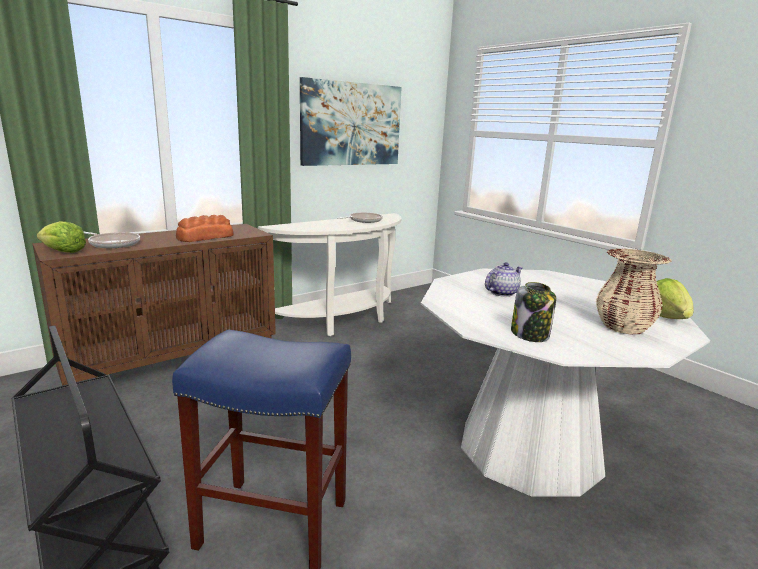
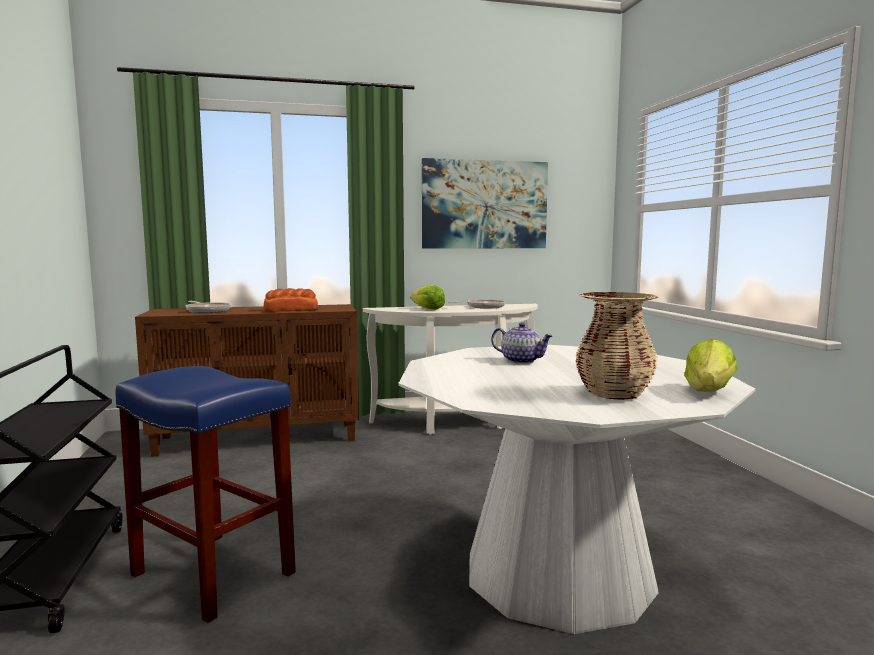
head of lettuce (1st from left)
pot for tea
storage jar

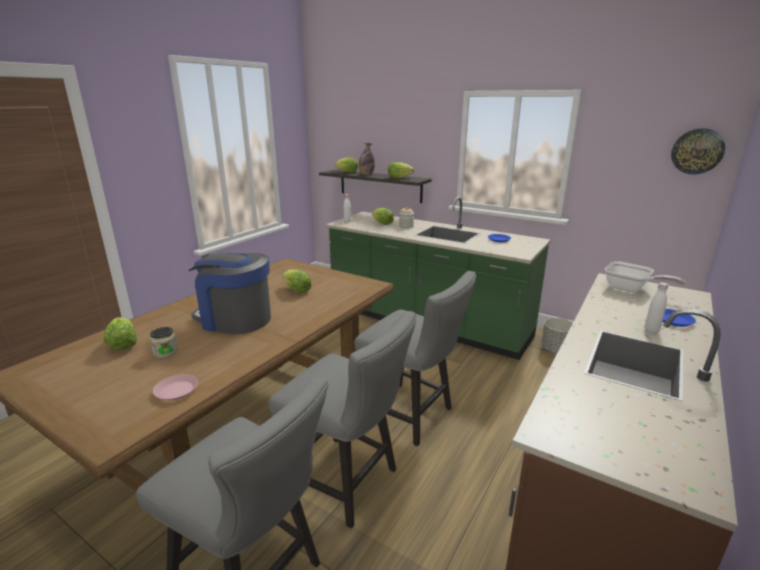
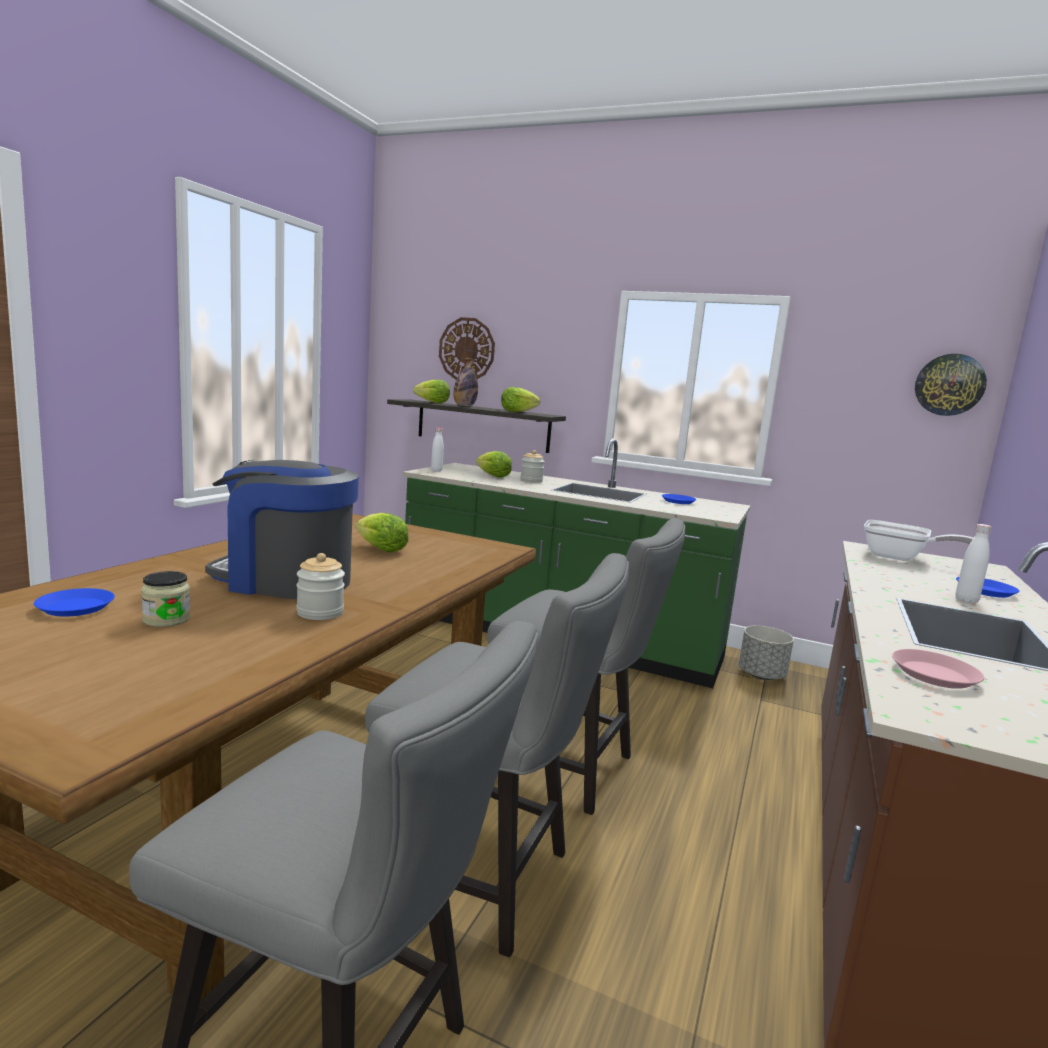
plate (blue) (1st from left)
plate (pinkish)
storage jar (2nd from left)
wall clock (1st from left)

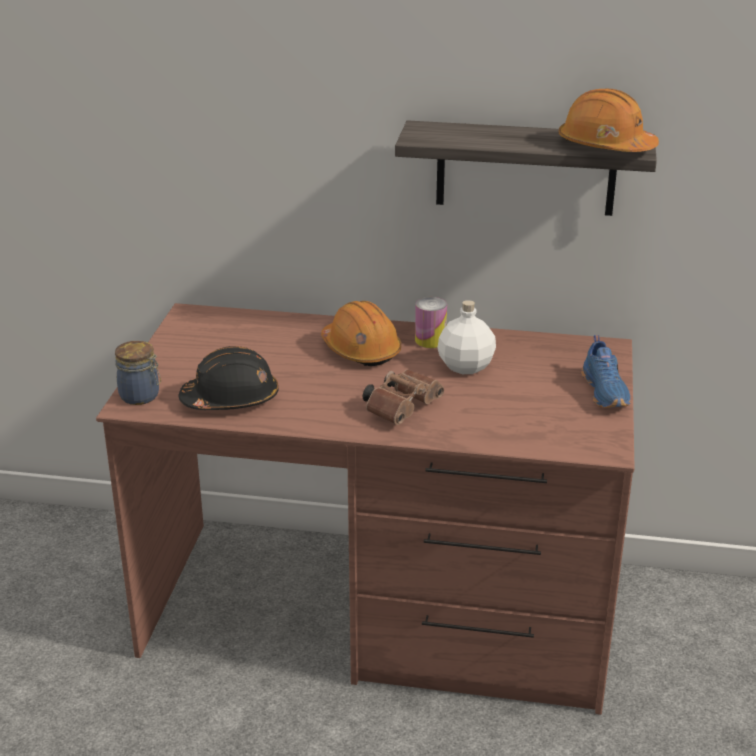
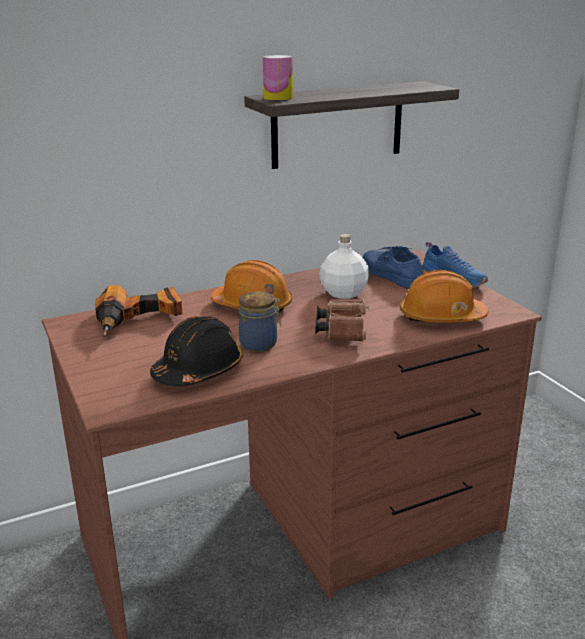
storage jar
can
safety helmet (orange-coloured) (2nd from left)
drill
shoe (blue) (1st from left)

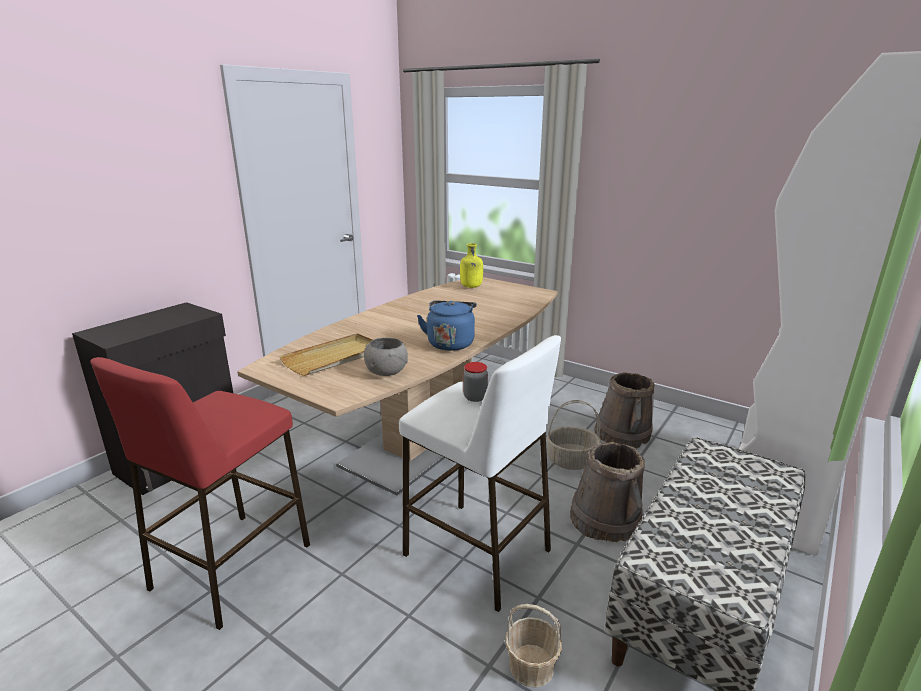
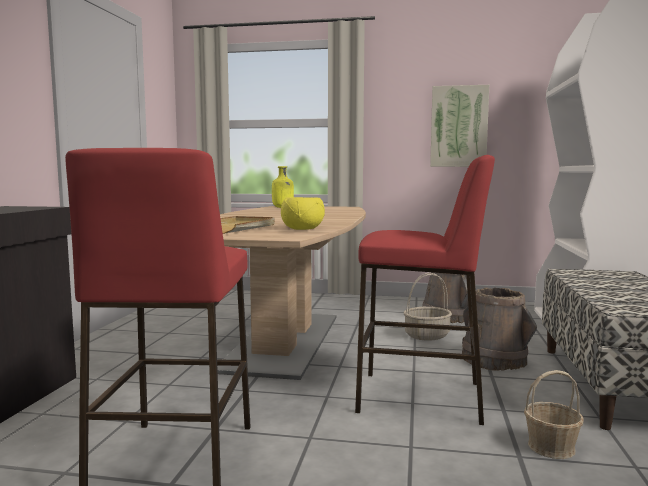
deep dish (yellow)
sitting stool (red) (2nd from left)
kettle (blue)
storage jar
wall art

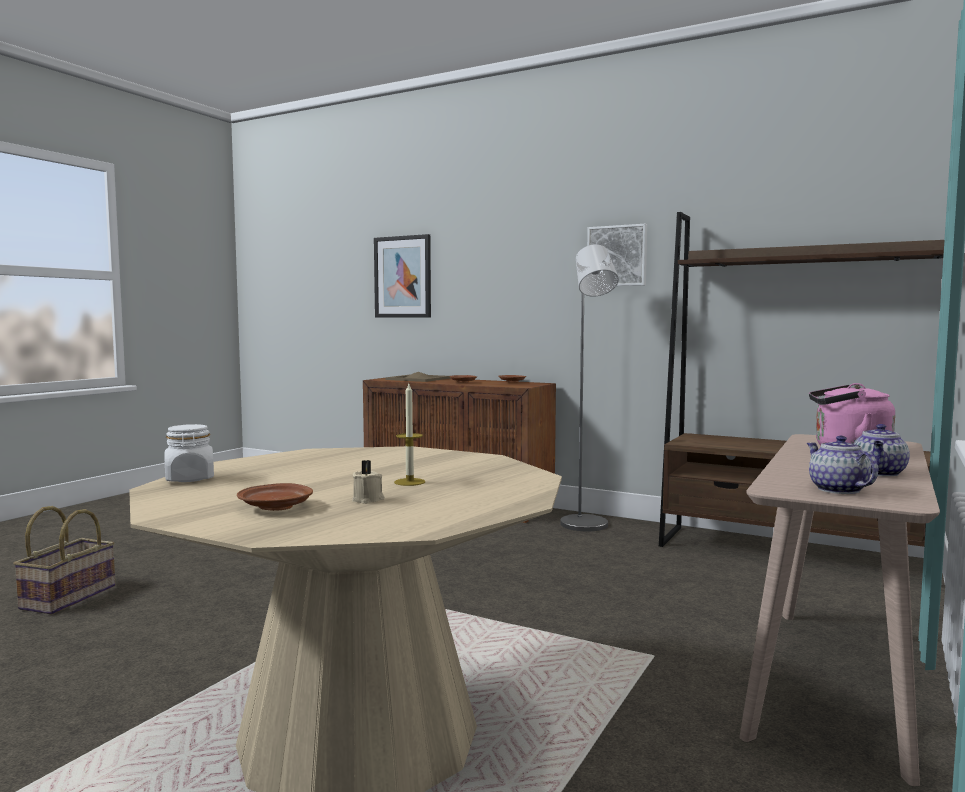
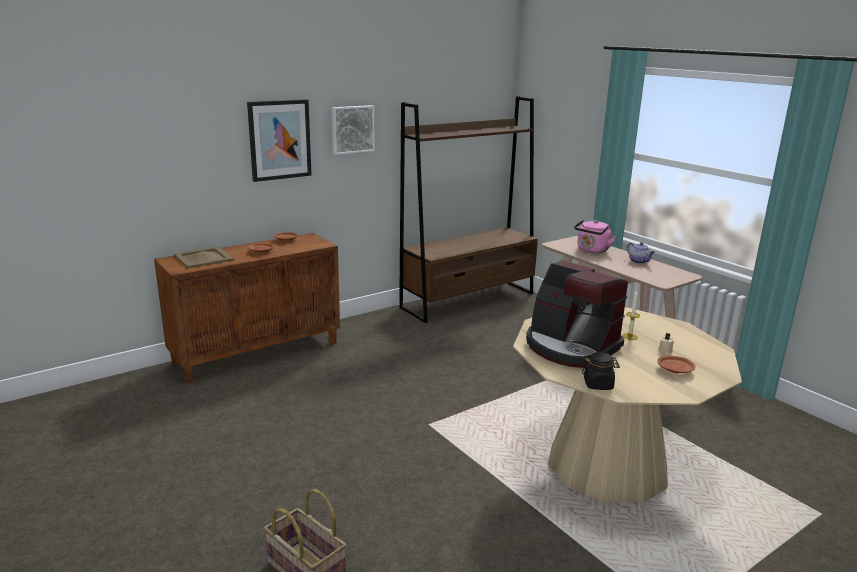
storage jar (black-coloured)
wall art (1st from left)
standing lamp (grey)
pot for tea (1st from left in the first image)
coffee machine

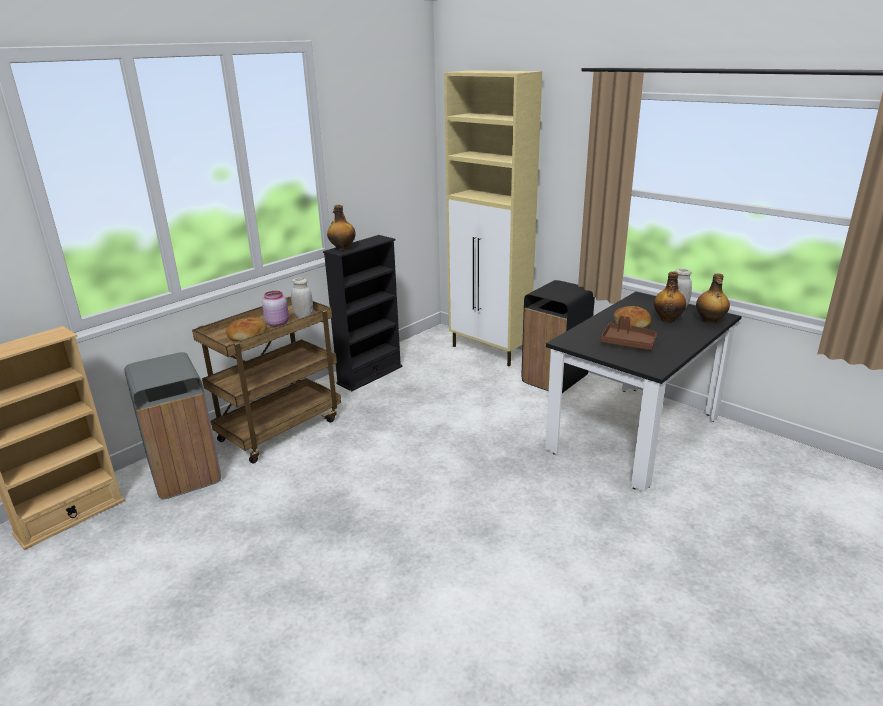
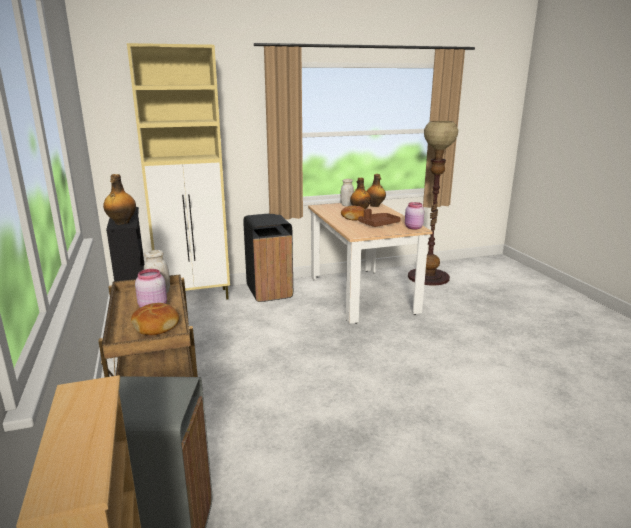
dining table (beige)
storage jar (pinkish) (2nd from left)
standing lamp

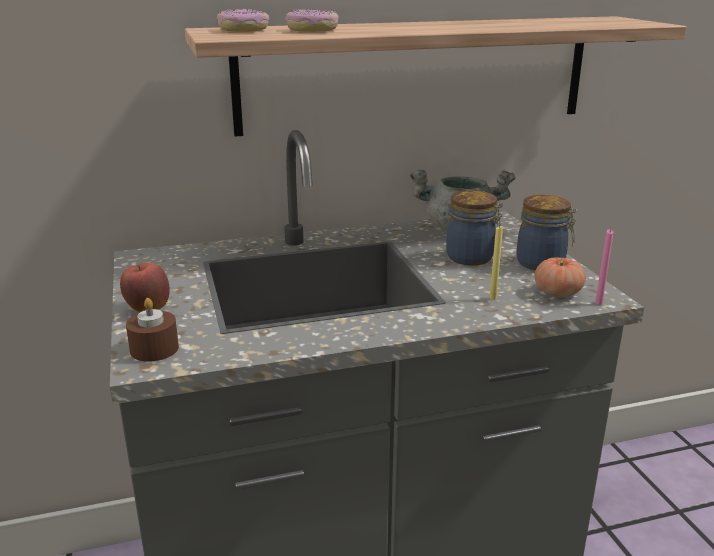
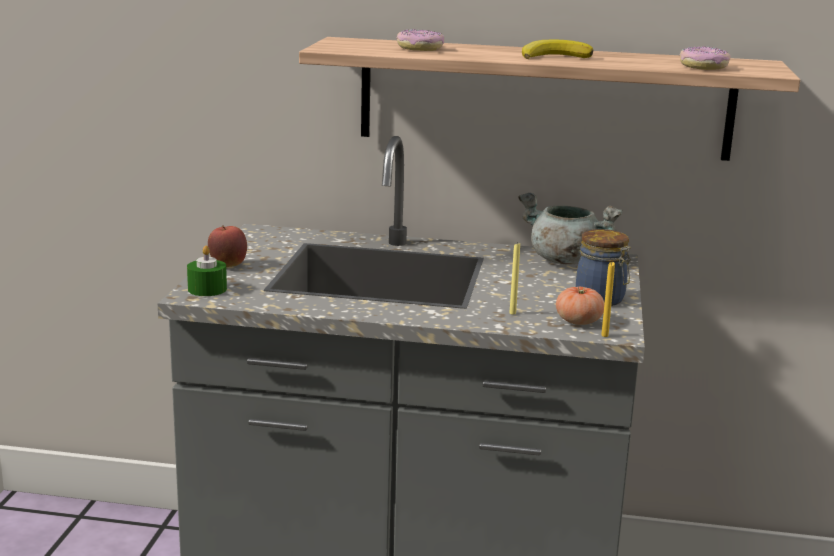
wax candle (greenish)
ring doughnut (2nd from left)
storage jar (1st from left in the first image)
wax candle (yellow) (2nd from left)
whole banana

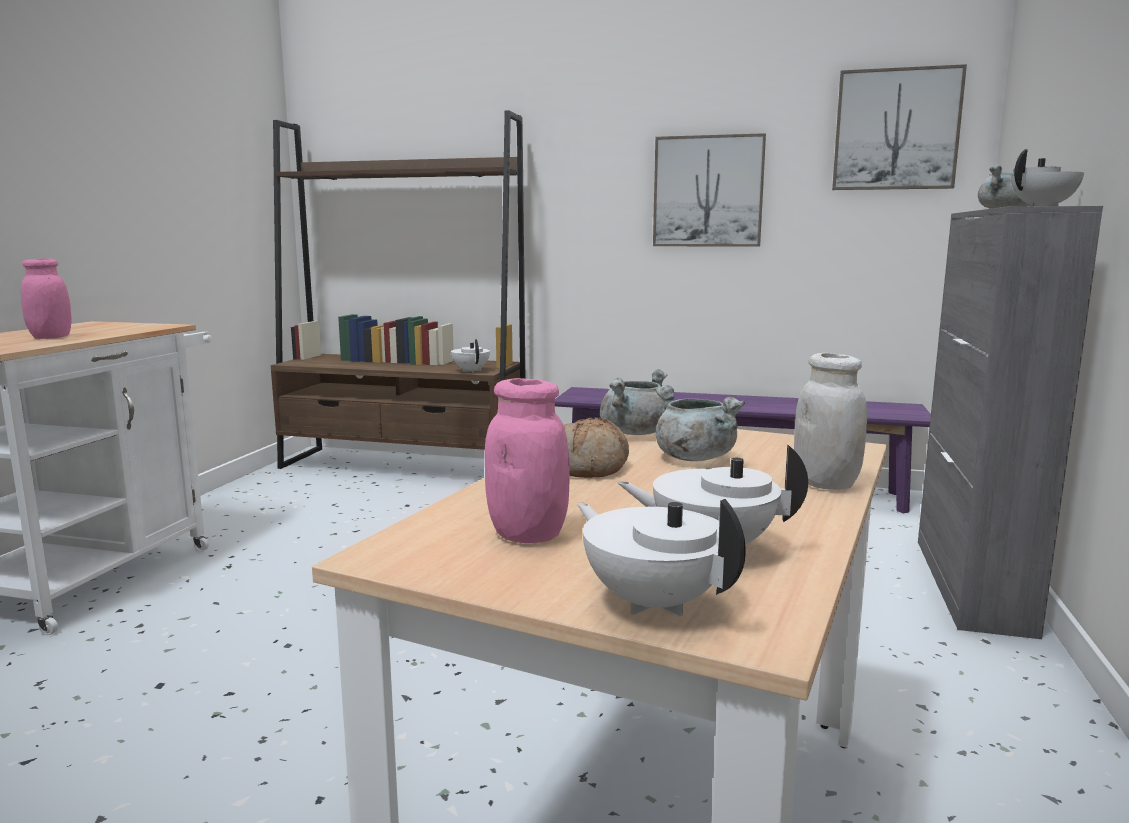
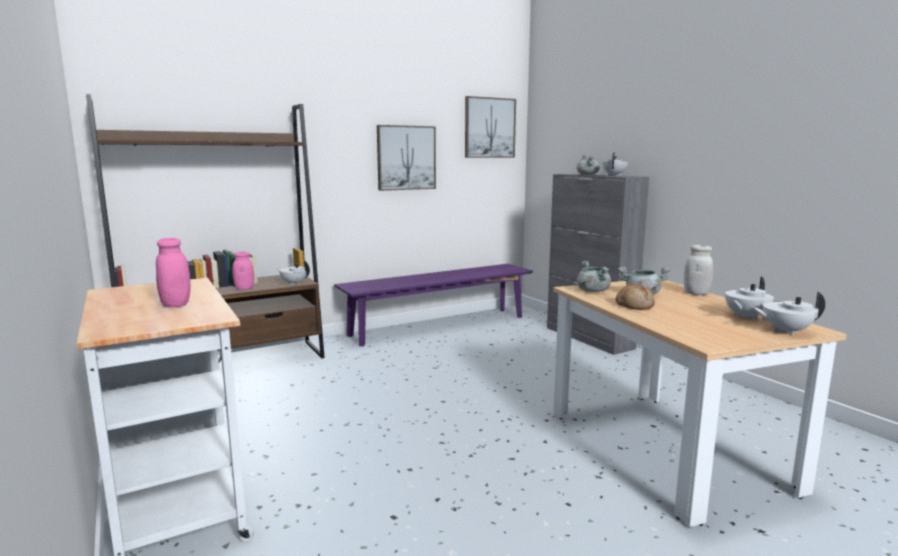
storage jar (pinkish) (2nd from left)

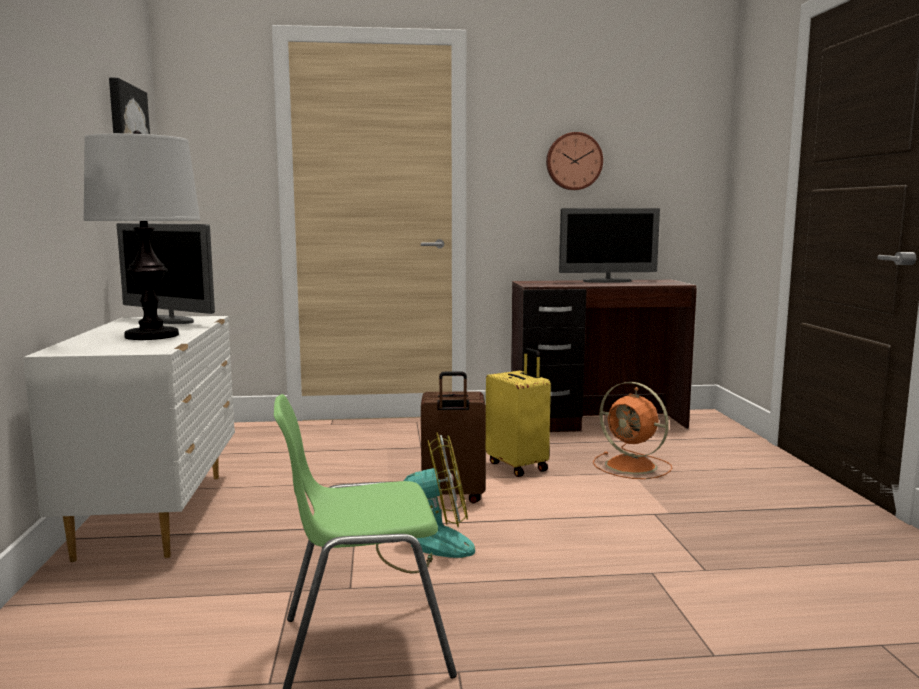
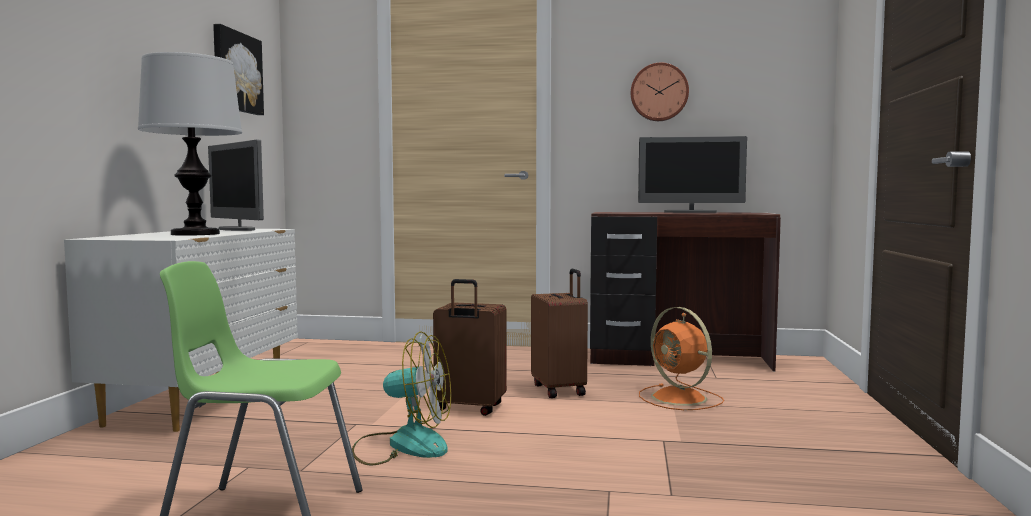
piece of luggage (brown) (2nd from left)

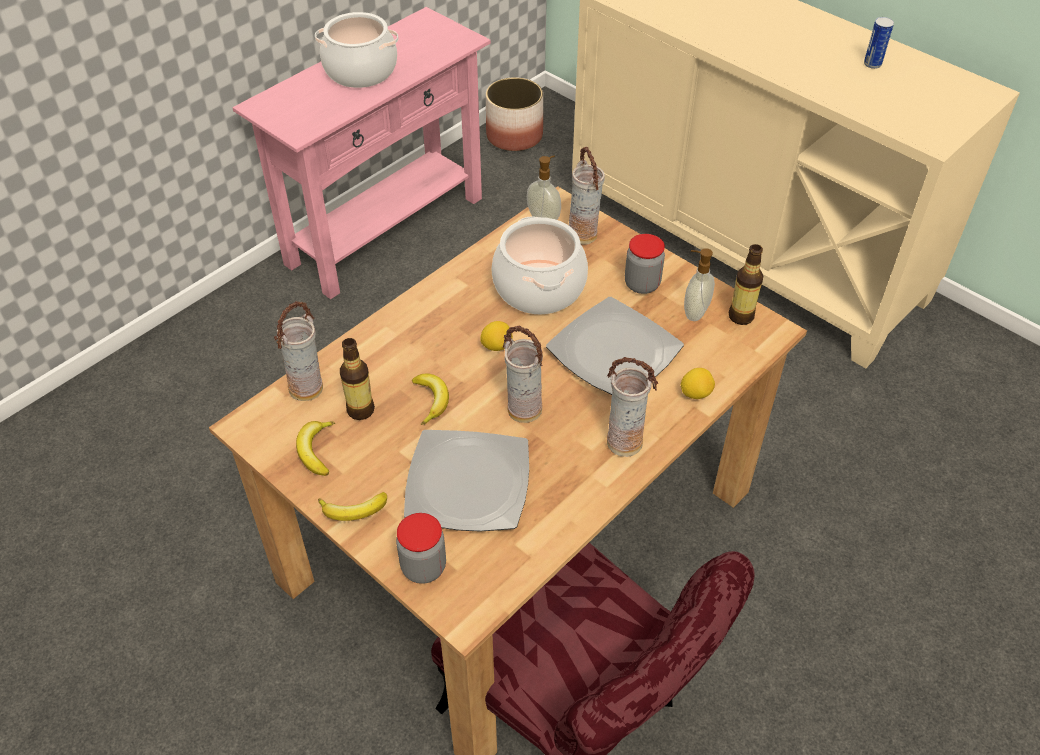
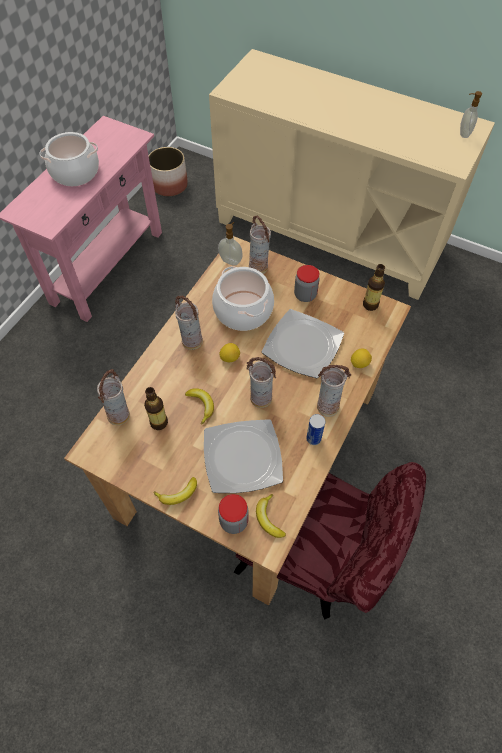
whole banana (3rd from left)
soap bottle (2nd from left)
can
vase (2nd from left)

